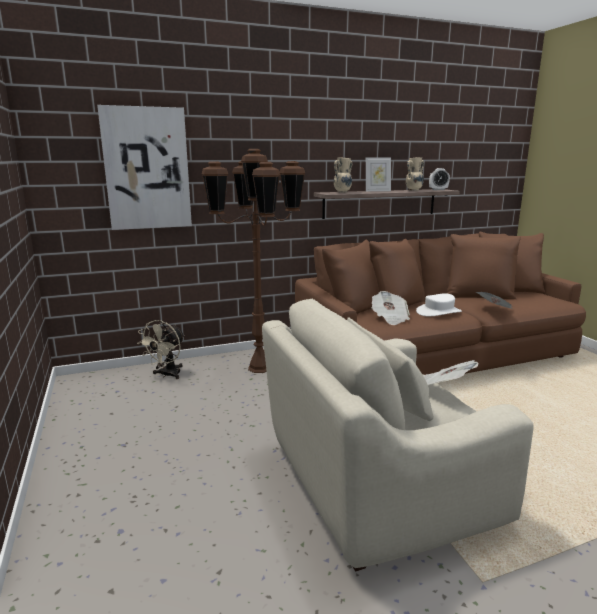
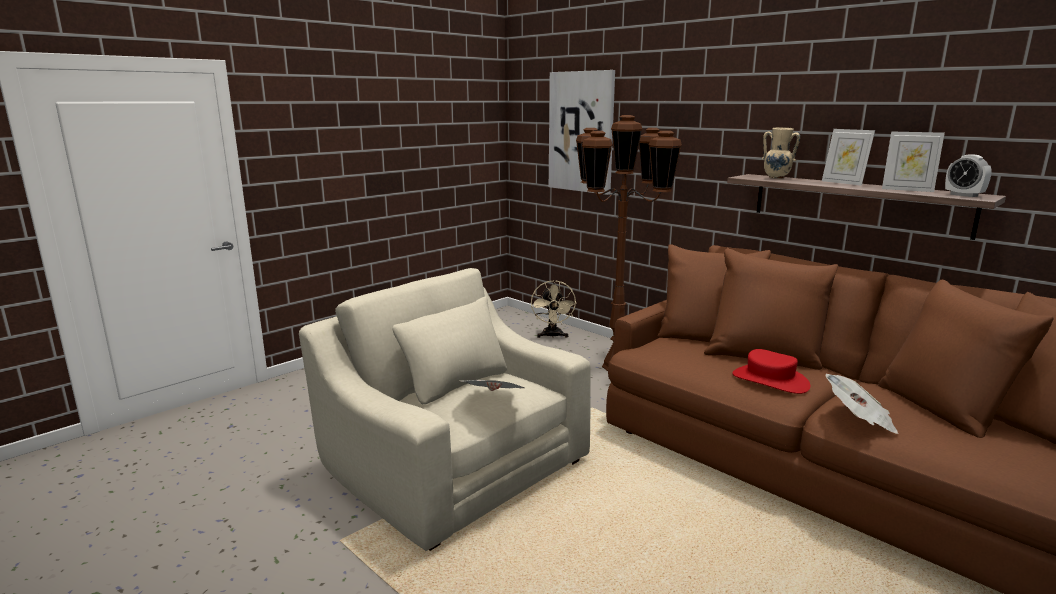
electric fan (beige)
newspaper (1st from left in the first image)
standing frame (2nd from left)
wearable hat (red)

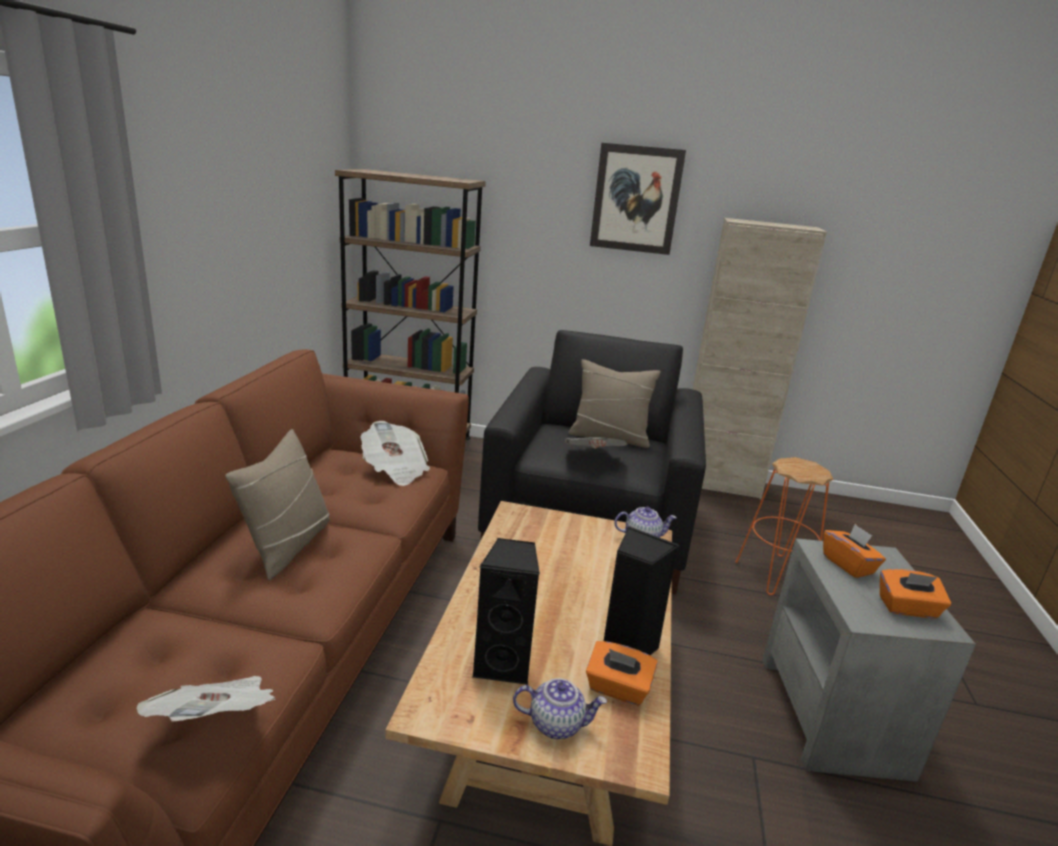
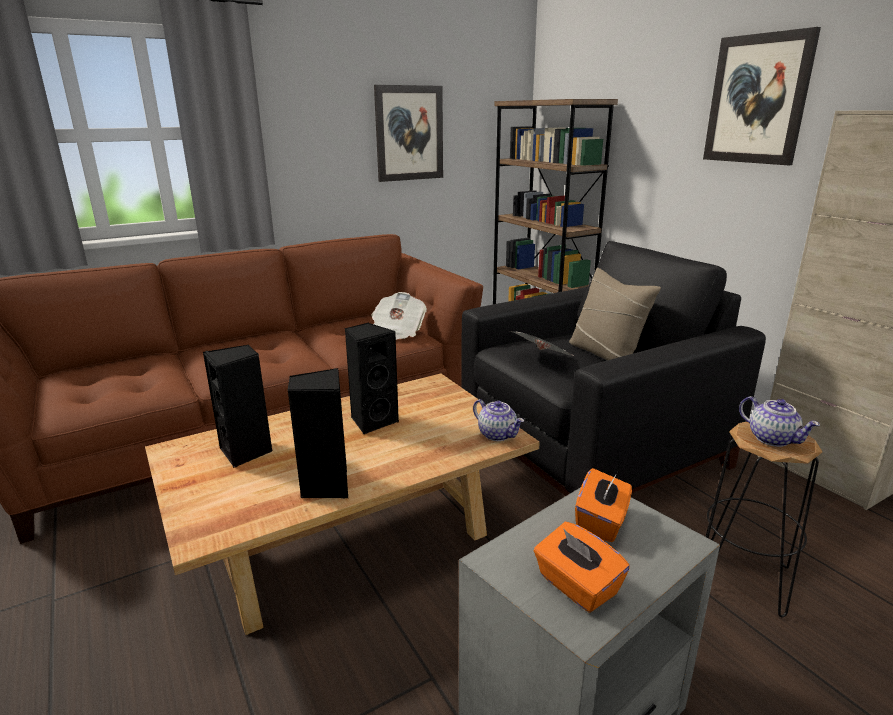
newspaper (1st from left in the first image)
pillow (beige) (1st from left in the first image)
pot for tea (2nd from left)
tissue box (orange-coloured) (1st from left in the first image)
sitting stool (black-coloured)
speaker (black-coloured) (3rd from left)
wall art (1st from left)

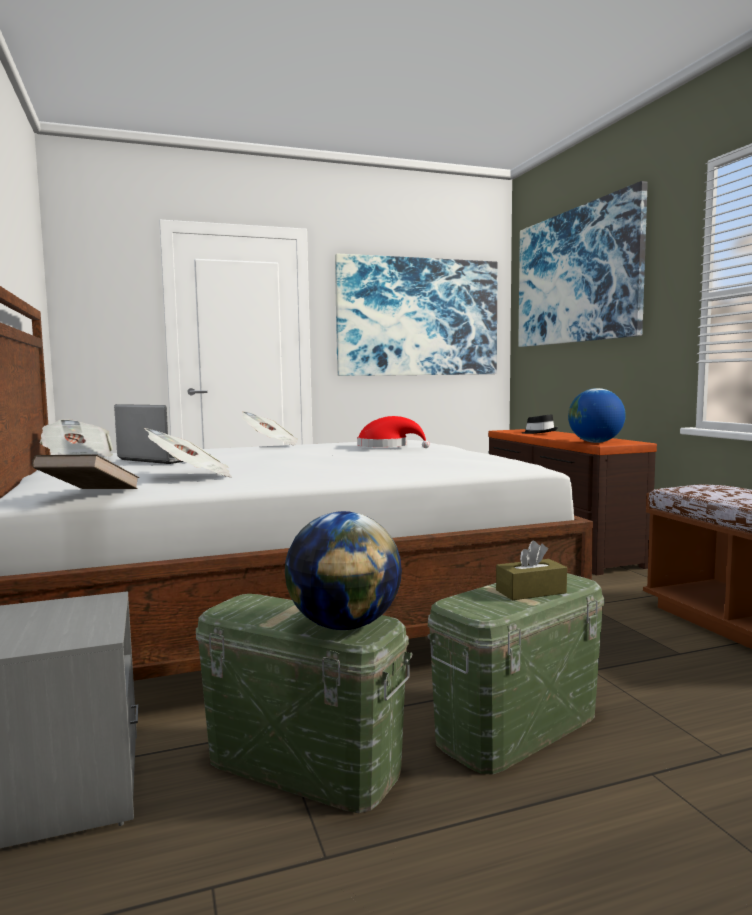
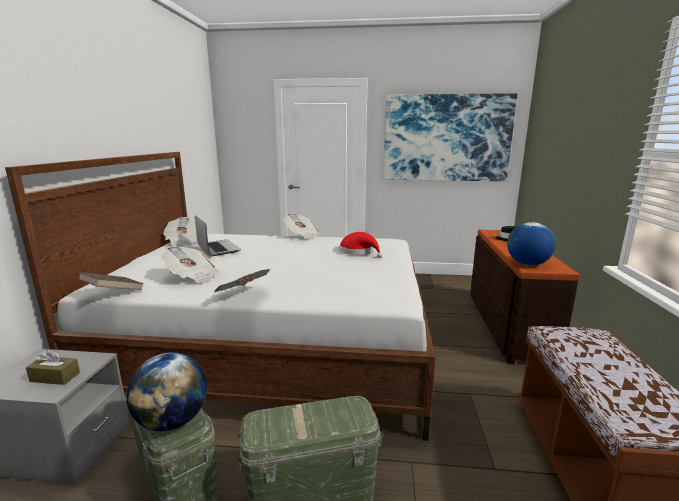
tissue box (brown)
wall art (2nd from left in the first image)
newspaper (3rd from left)

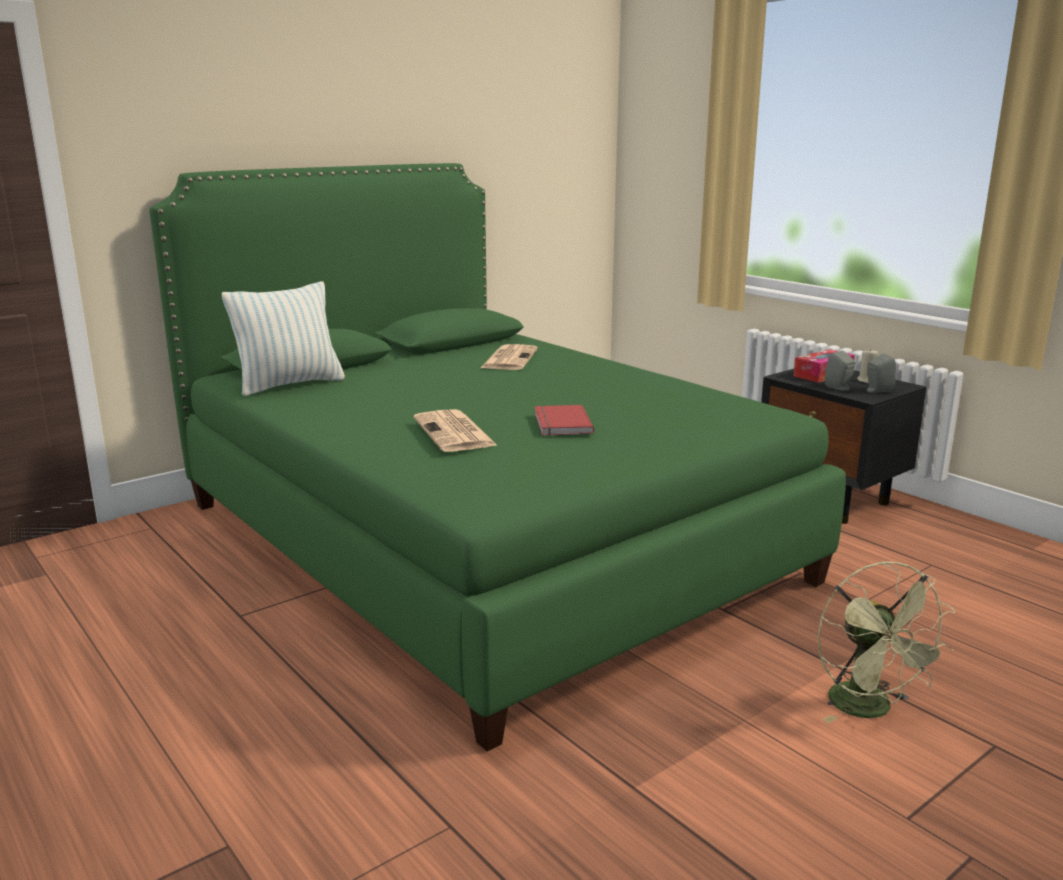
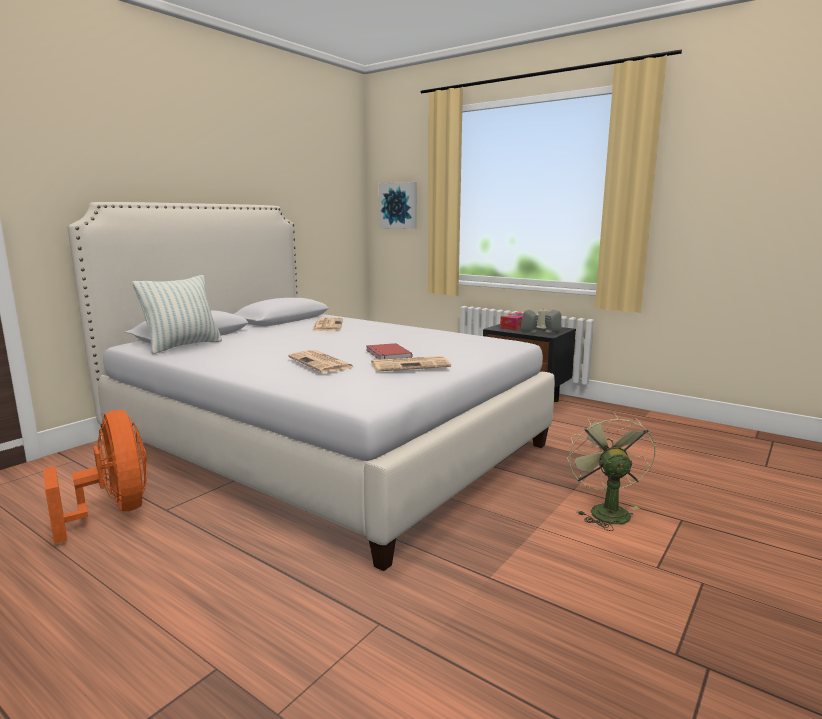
bedroom bed (white)
electric fan (greenish)
electric fan (orange-coloured)
newspaper (3rd from left)
wall art

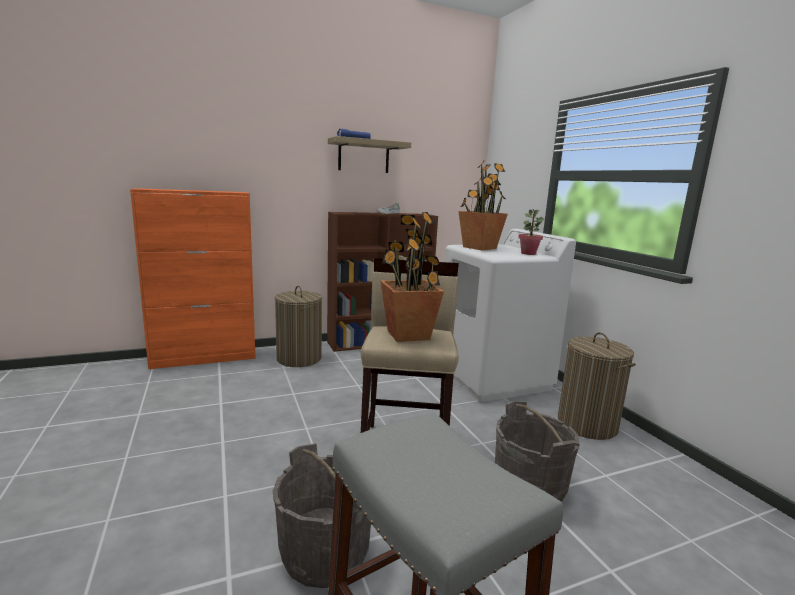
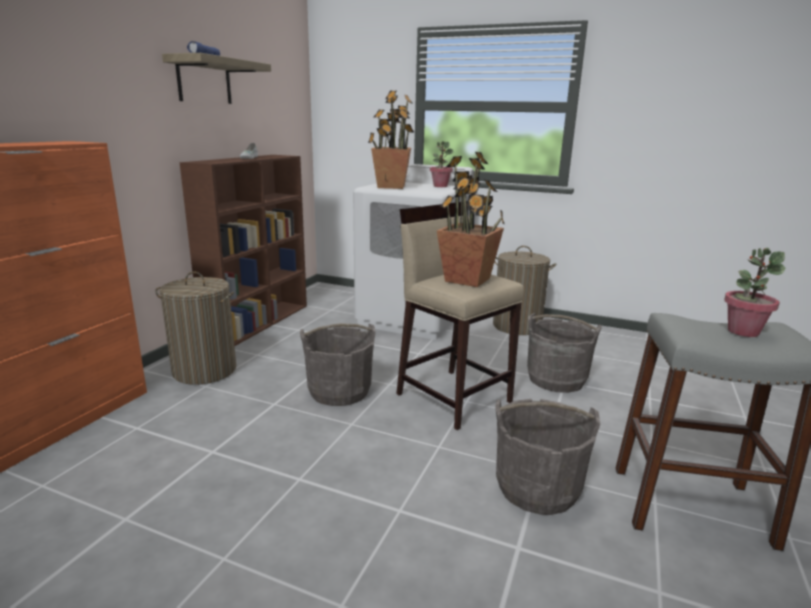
pail (grey) (1st from left)
potted plant (4th from left)

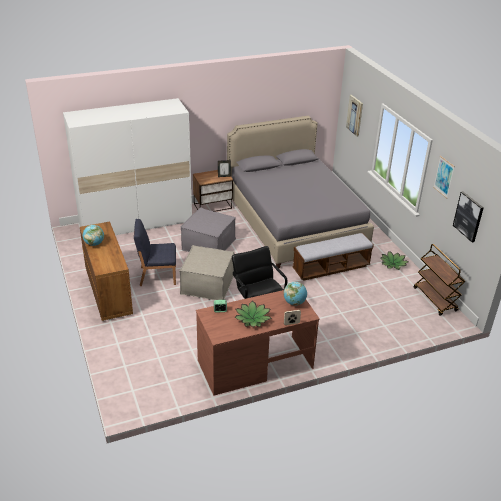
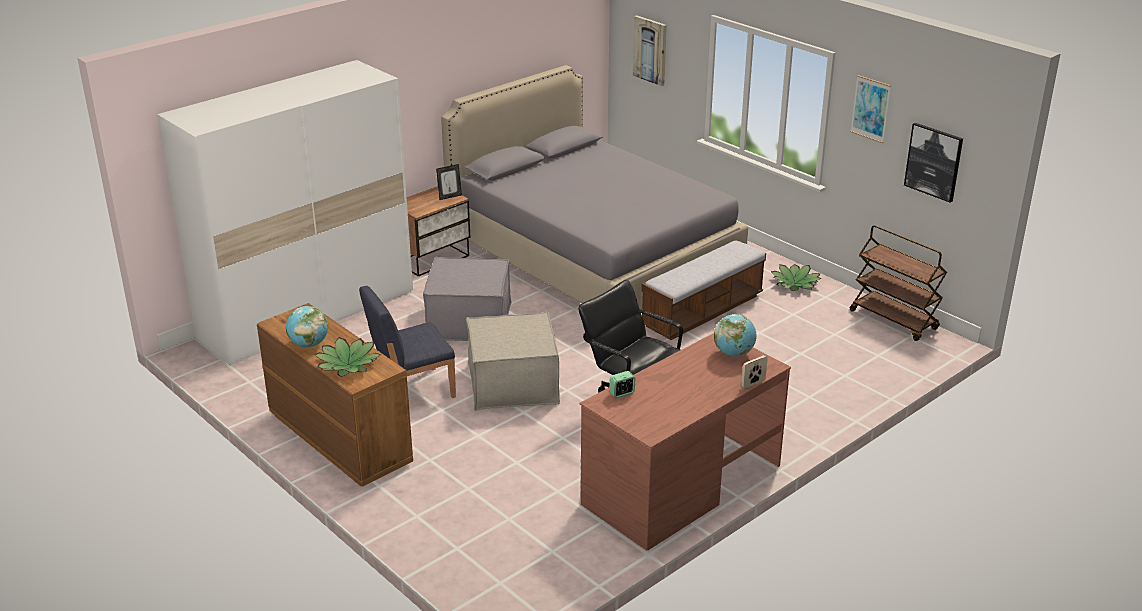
potted plant (1st from left)

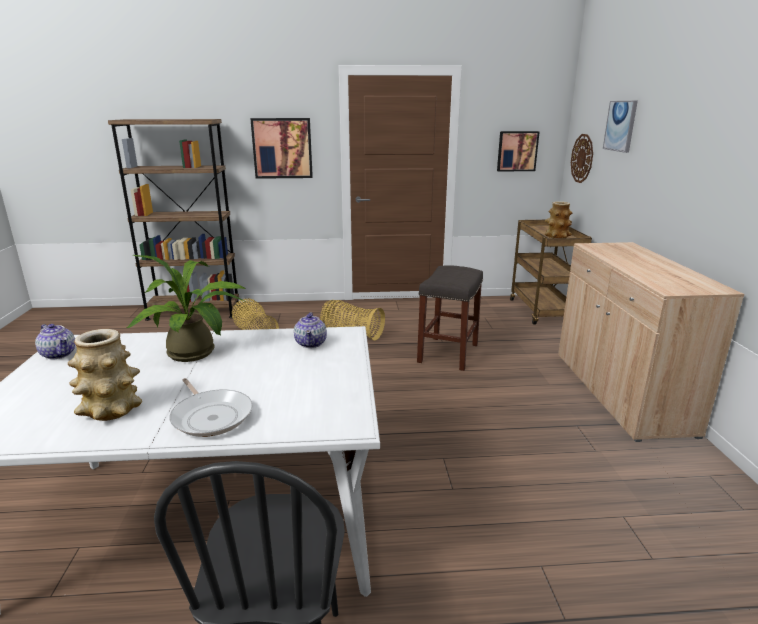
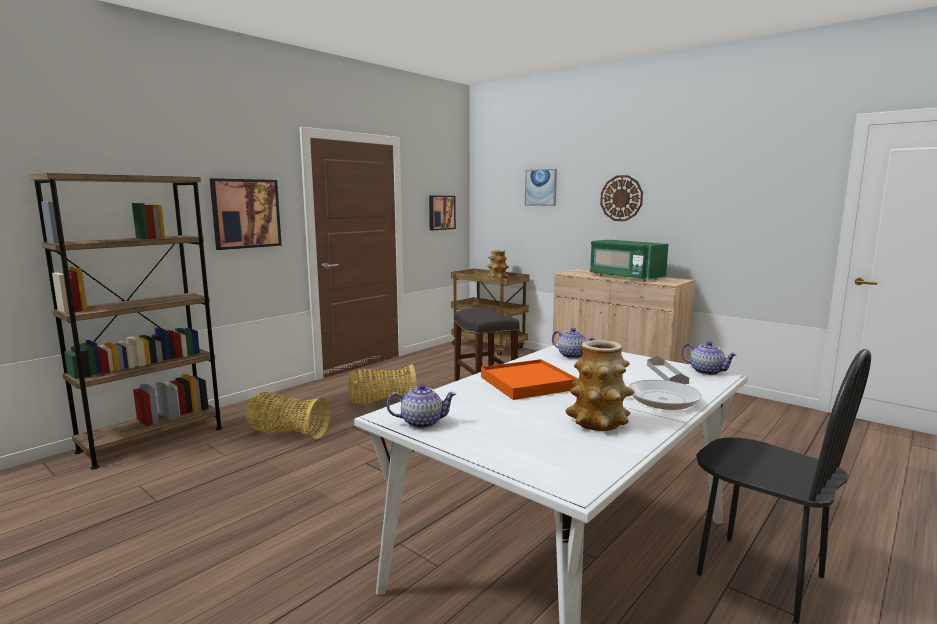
serving tray (orange-coloured)
wall clock
microwave oven (greenish)
serving tray (grey)
pot for tea (3rd from left)

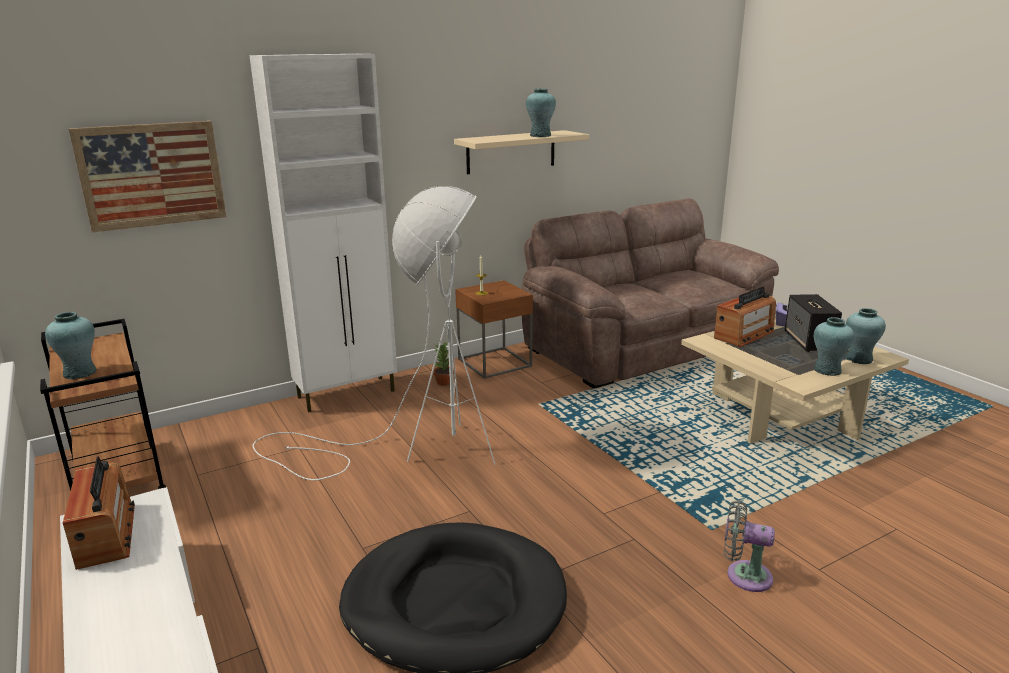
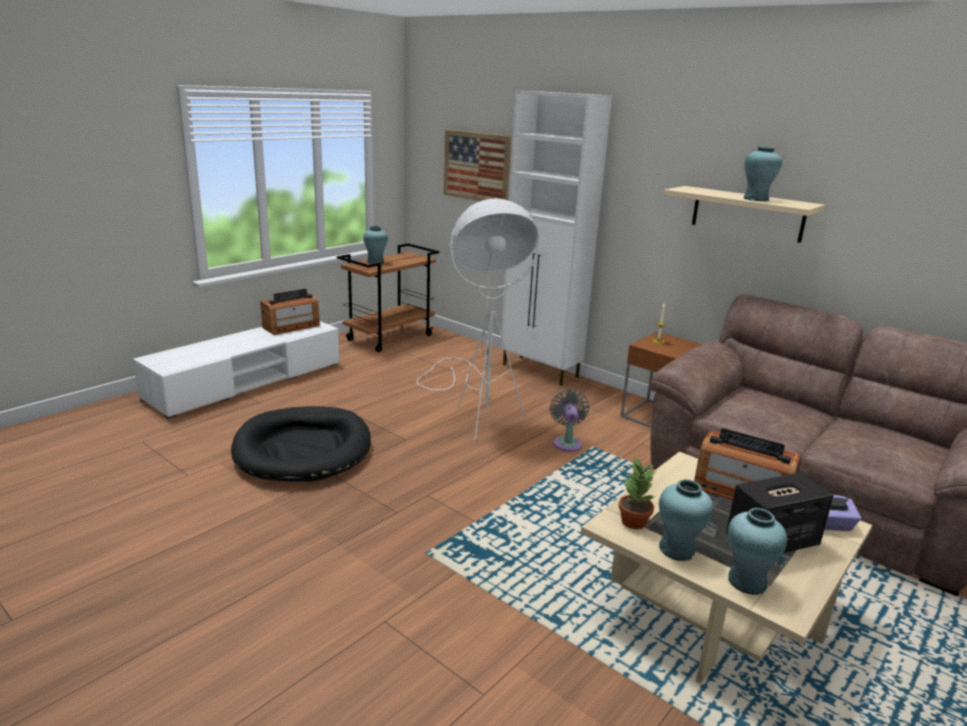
potted plant
electric fan (grey)

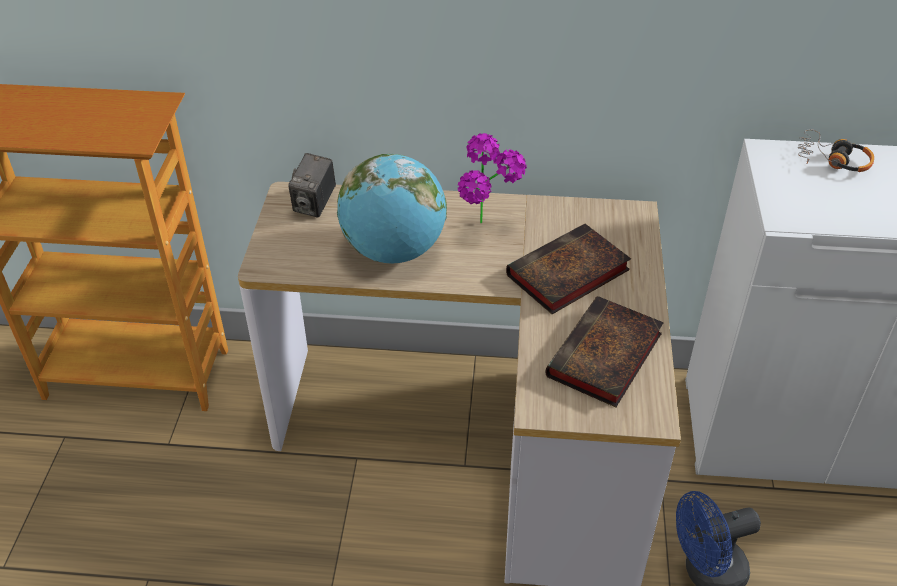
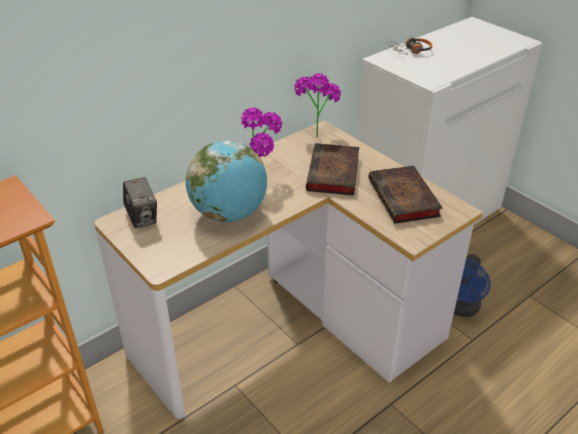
potted plant (2nd from left)

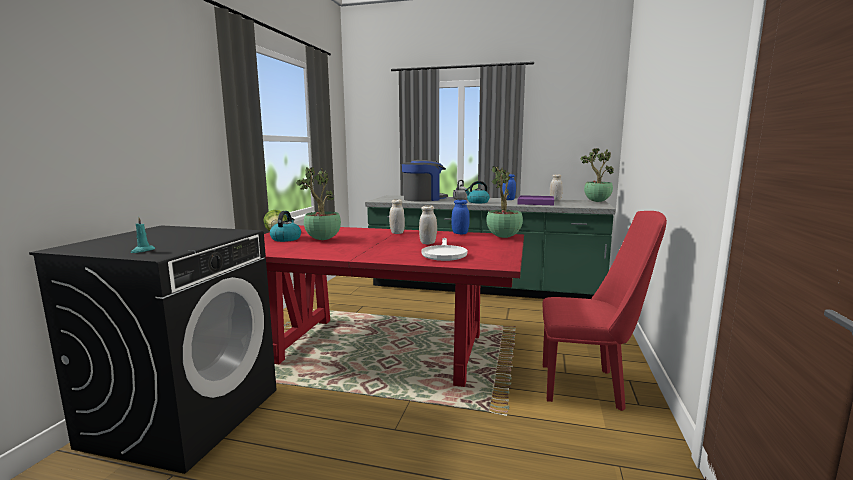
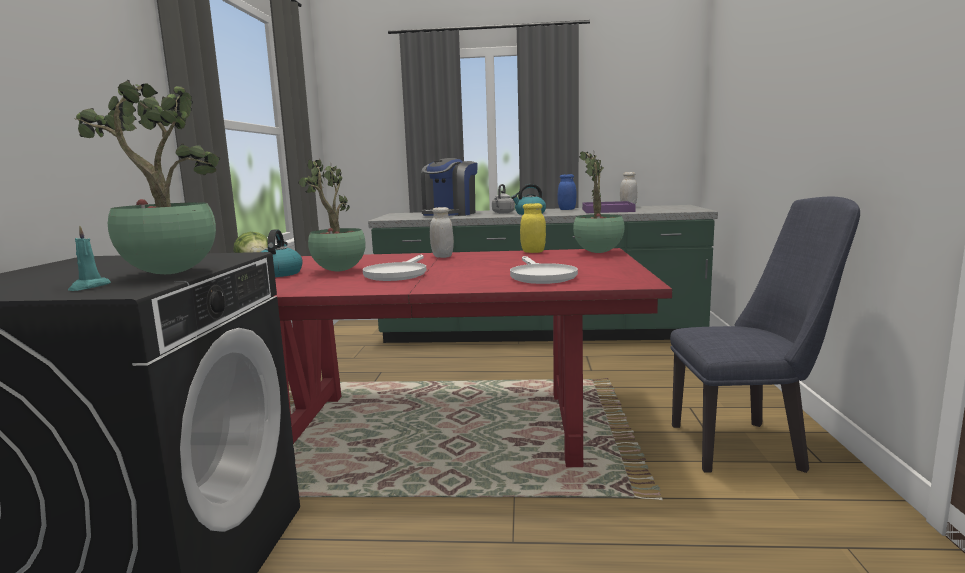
coffee machine
storage jar (white) (2nd from left in the first image)
storage jar (yellow)
upright chair (blue)
potted plant (1st from left)
skillet (white) (1st from left)

